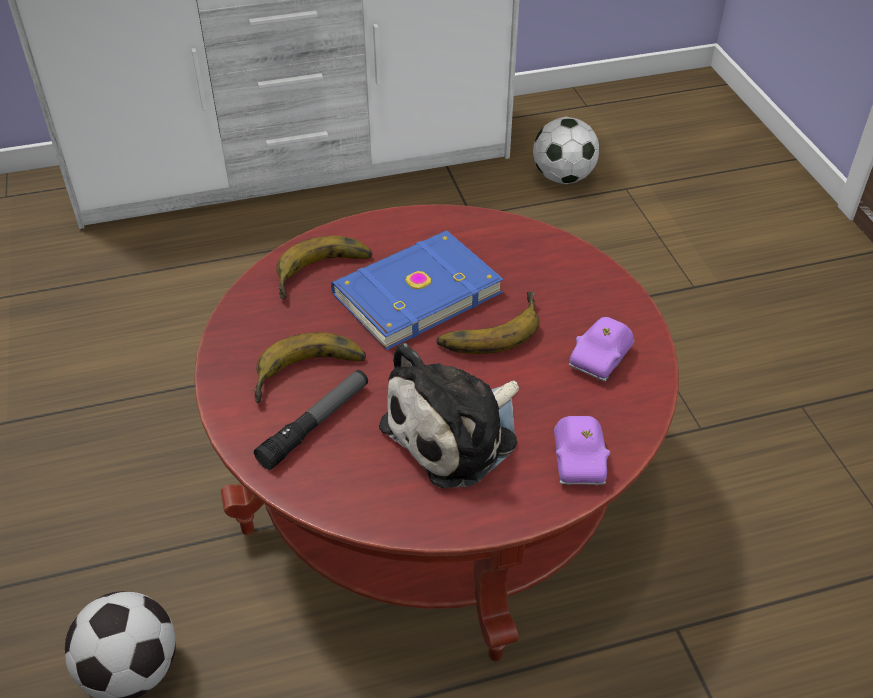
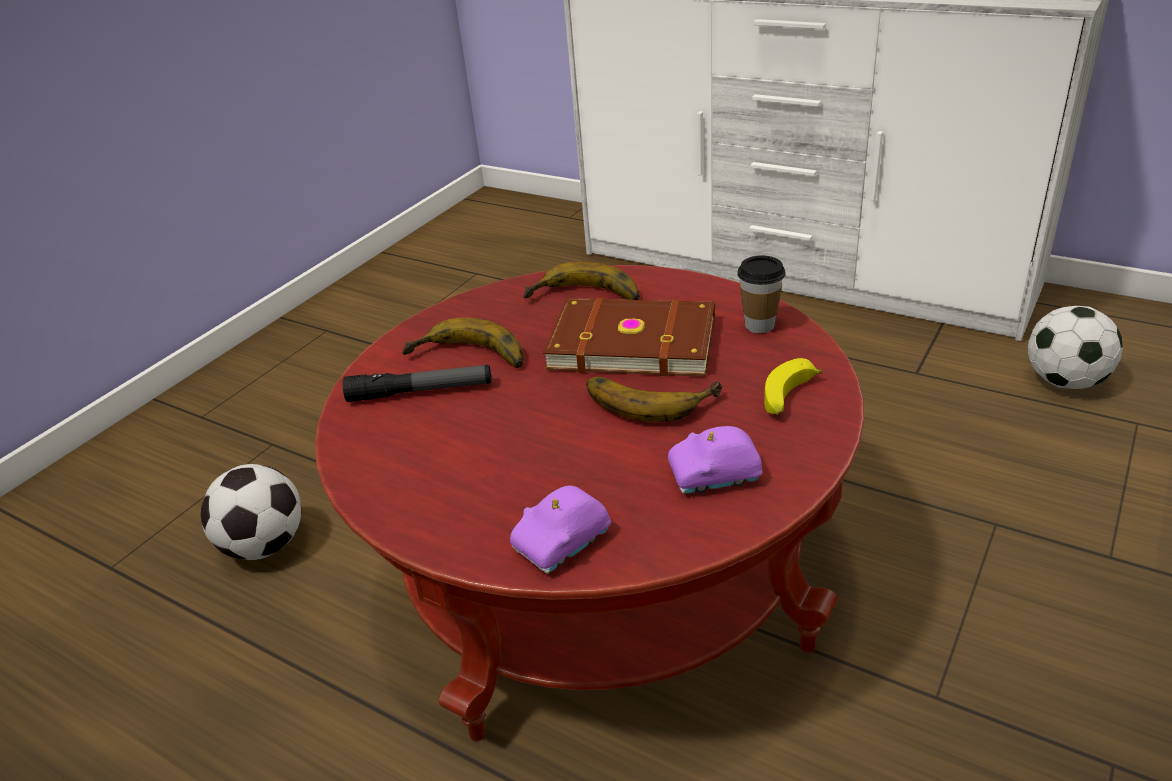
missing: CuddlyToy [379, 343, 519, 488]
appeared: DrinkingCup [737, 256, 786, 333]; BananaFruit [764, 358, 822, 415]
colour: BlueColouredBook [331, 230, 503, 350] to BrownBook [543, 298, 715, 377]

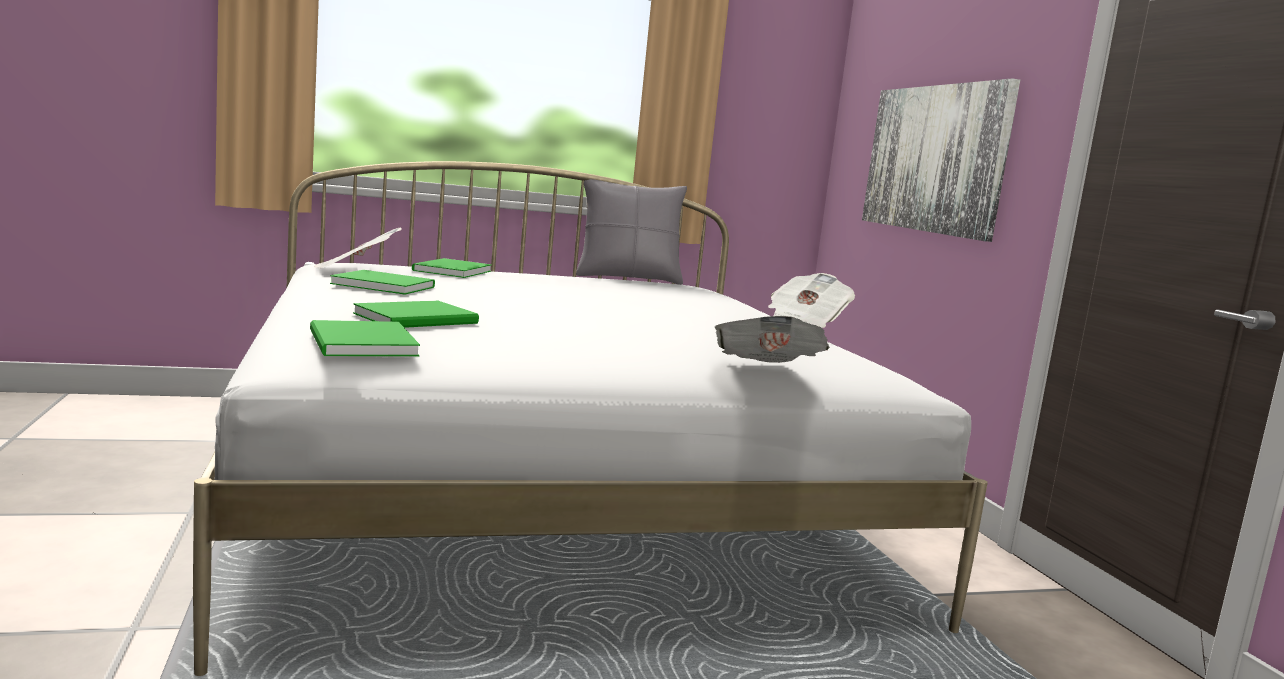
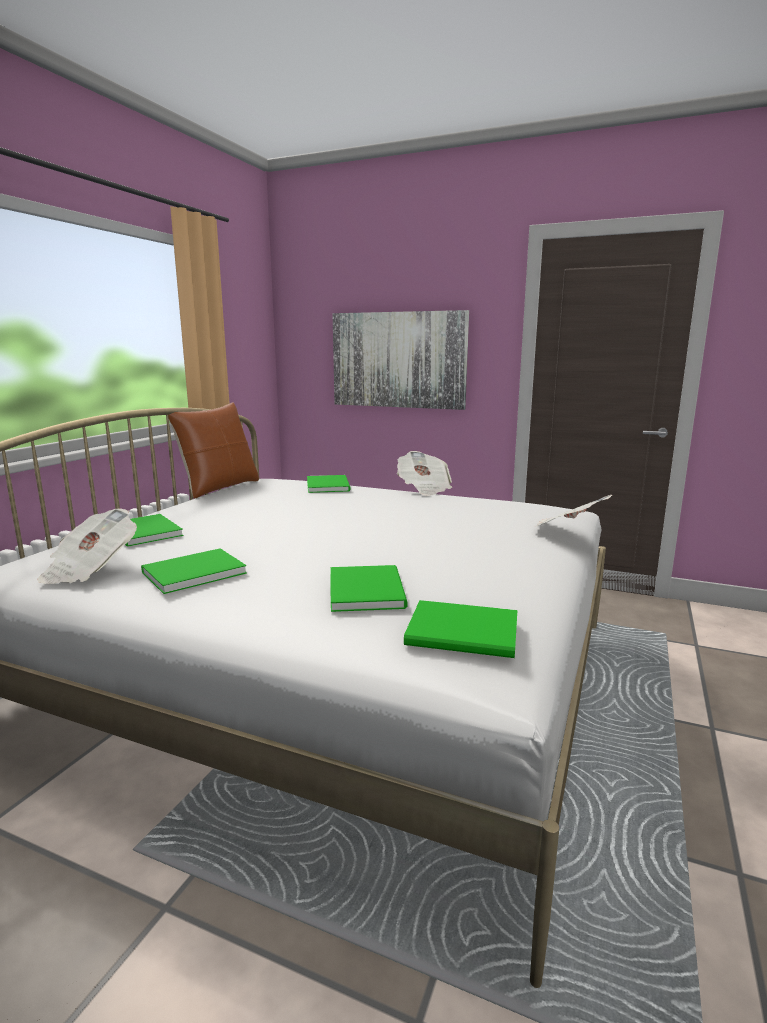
appeared: GreenishBook [307, 475, 350, 493]
colour: GreyishPillow [576, 179, 687, 285] to BrownPillow [168, 403, 259, 498]

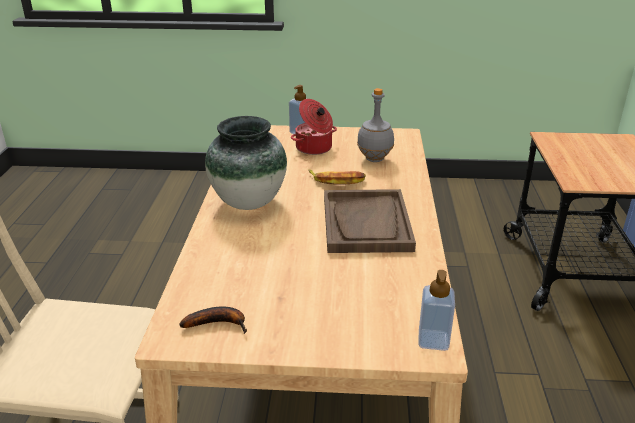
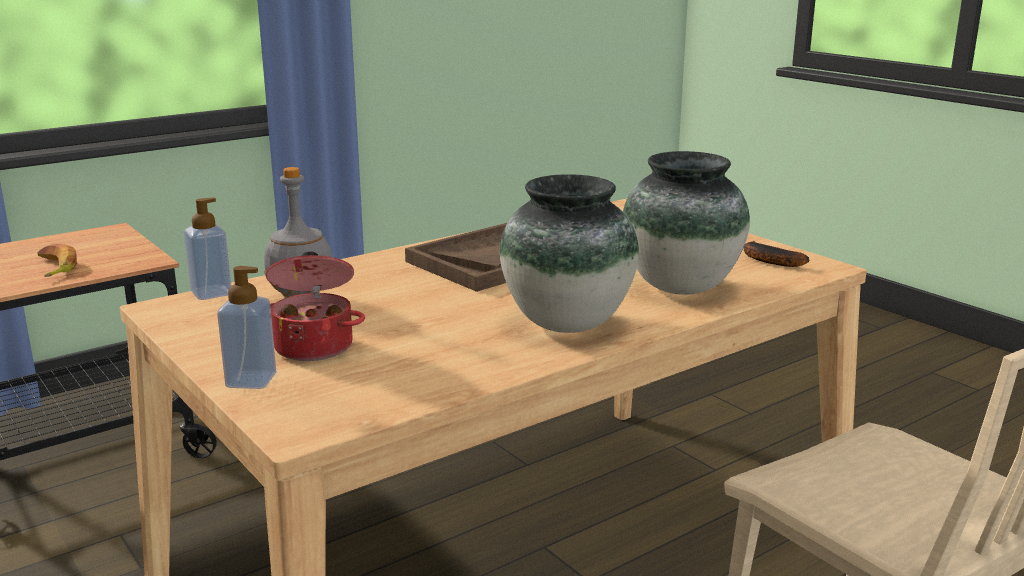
appeared: FlowerVase [623, 151, 750, 295]
relocated: BananaFruit [308, 169, 366, 185] to [37, 244, 77, 277]; SoapDispenser [418, 270, 455, 351] to [184, 197, 232, 300]

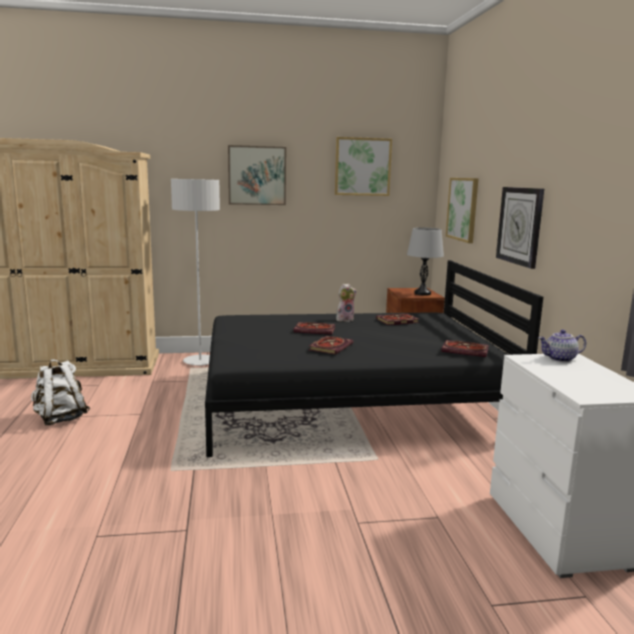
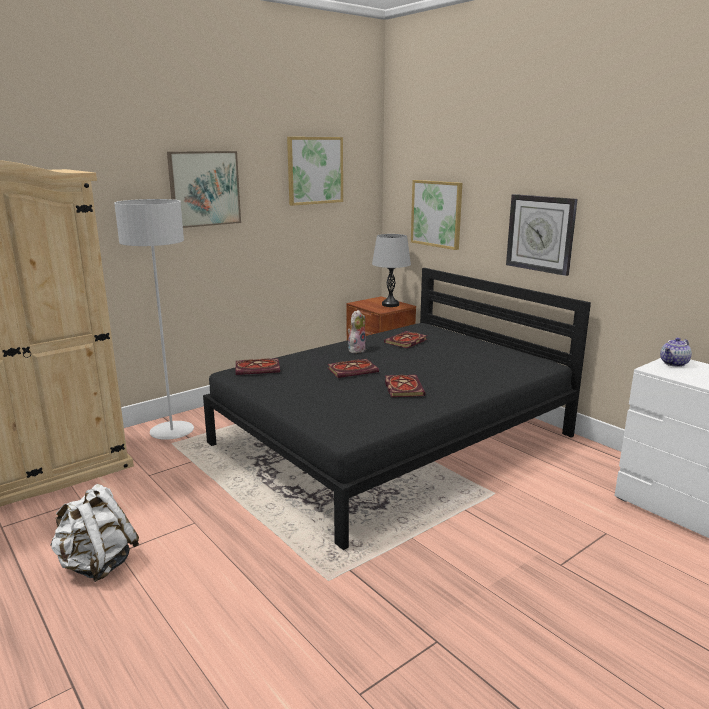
relocated: Book [441, 340, 489, 357] to [236, 358, 280, 375]

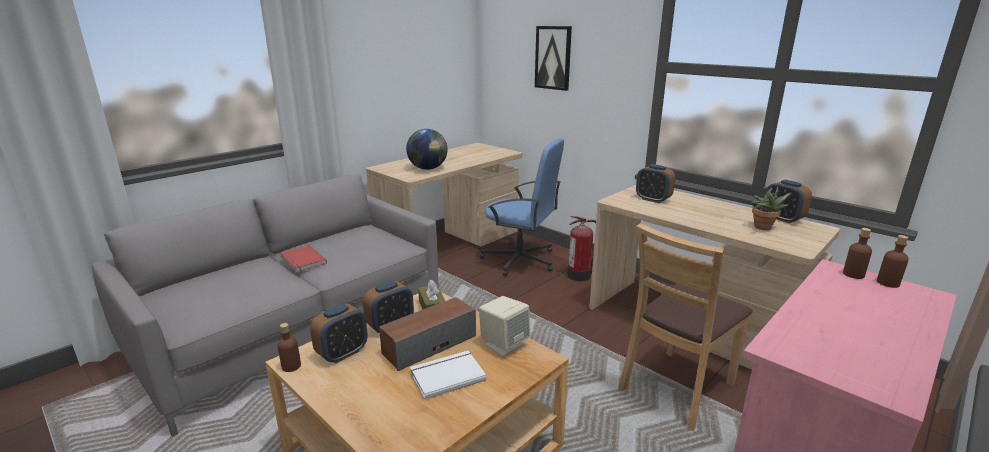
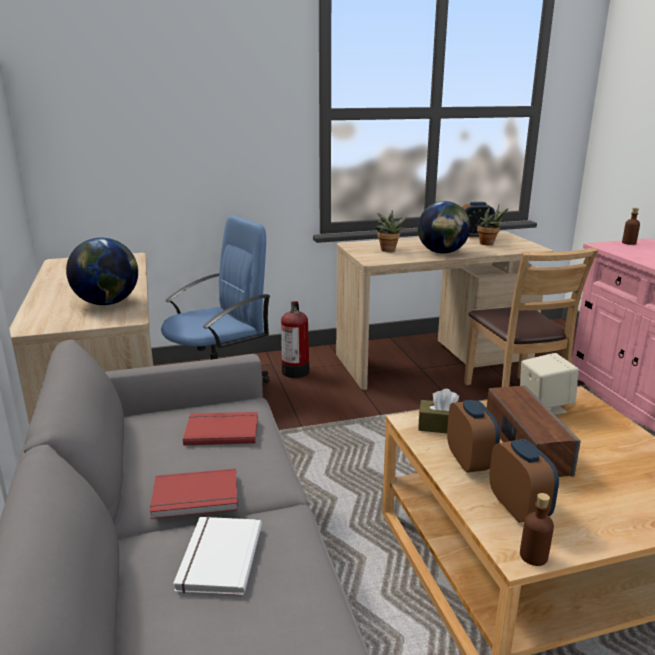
missing: WallArt [535, 26, 572, 91]; BrownBeverageBottle [843, 228, 872, 279]
appeared: RedBook [183, 412, 258, 445]; Globe [418, 201, 471, 254]
relocated: WhitishBook [410, 351, 487, 399] to [173, 517, 262, 596]
exchanged: AlarmClock [636, 164, 675, 203] to PlantInAPot [375, 210, 407, 252]

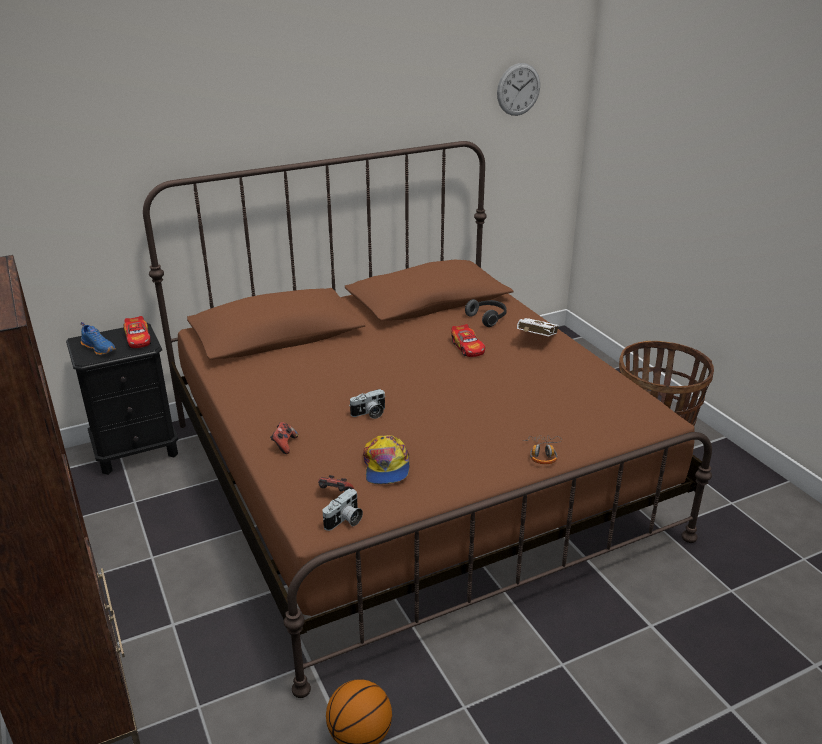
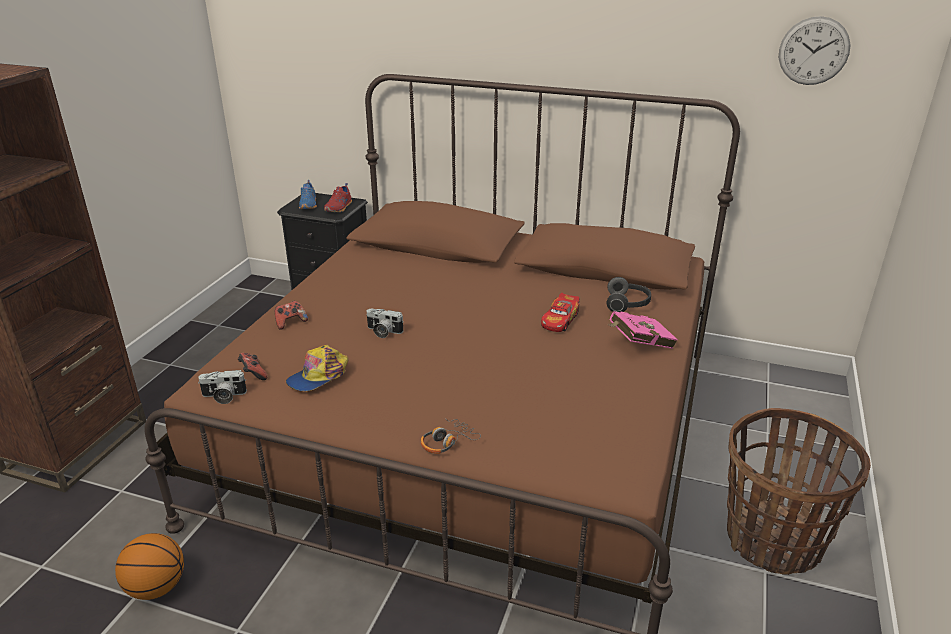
exchanged: ToyCar [124, 316, 151, 348] to RedLowShoe [324, 183, 352, 213]
colour: WhitishBook [517, 318, 559, 336] to PinkishBook [609, 311, 678, 349]

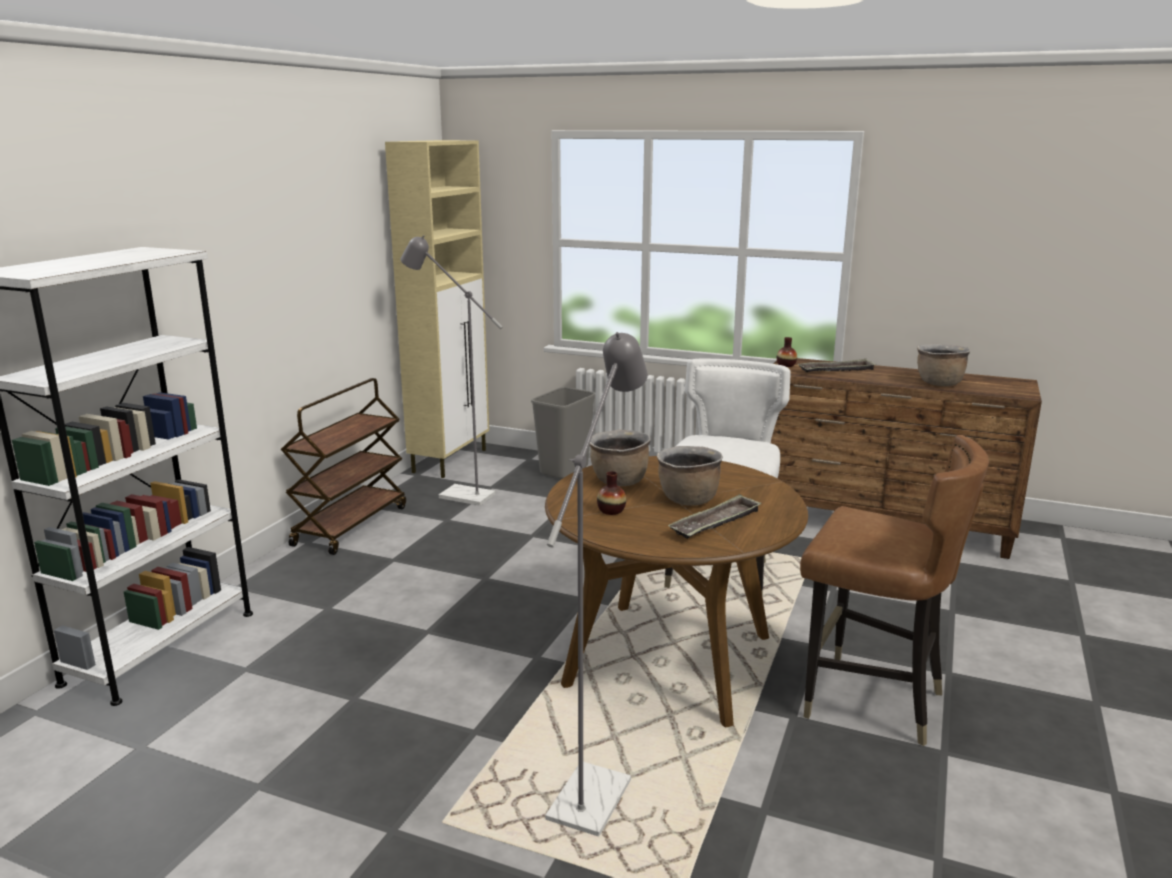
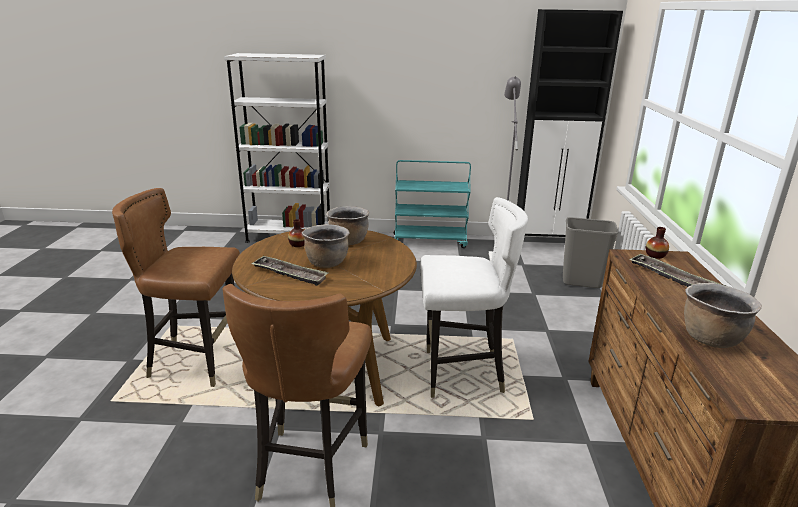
exchanged: GreyishStandingLamp [545, 332, 648, 836] to BrownPlainChair [112, 188, 240, 387]
colour: BrownCart [281, 378, 406, 555] to TurquoiseColouredCart [394, 160, 471, 248]; BeigeCupboard [385, 140, 489, 478] to BlackishCupboard [517, 9, 623, 237]

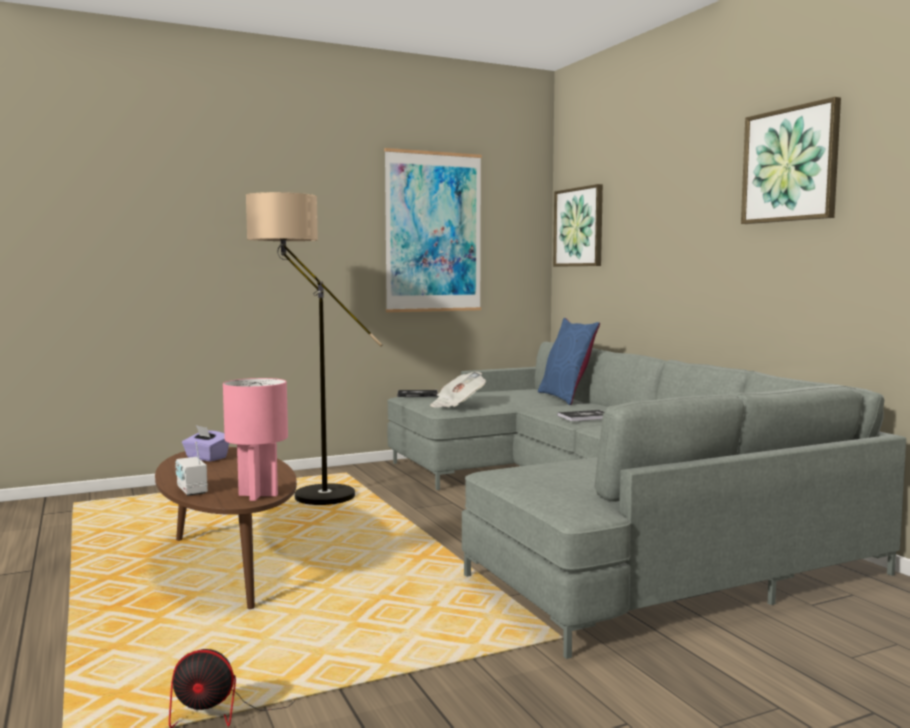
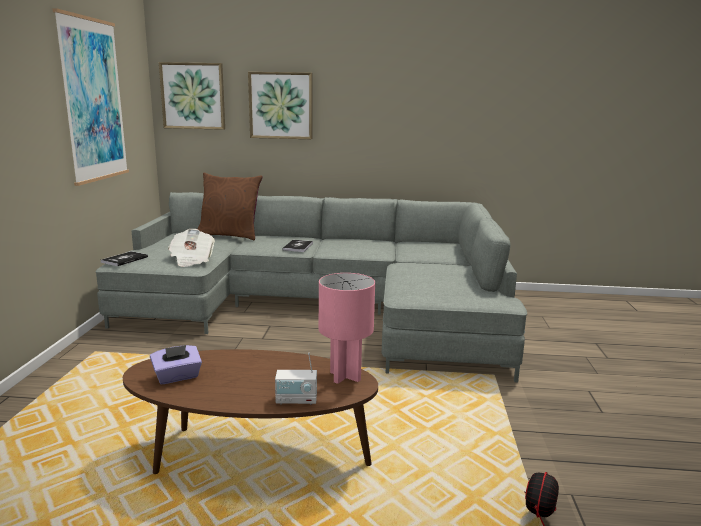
missing: StandingLamp [246, 192, 382, 505]
relocated: WallArt [741, 97, 841, 224] to [248, 72, 313, 139]
colour: BlueColouredPillow [538, 318, 600, 405] to BrownPillow [197, 173, 263, 240]

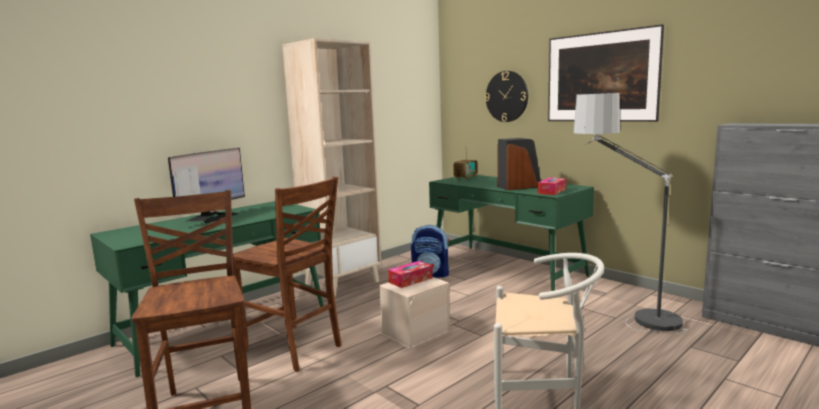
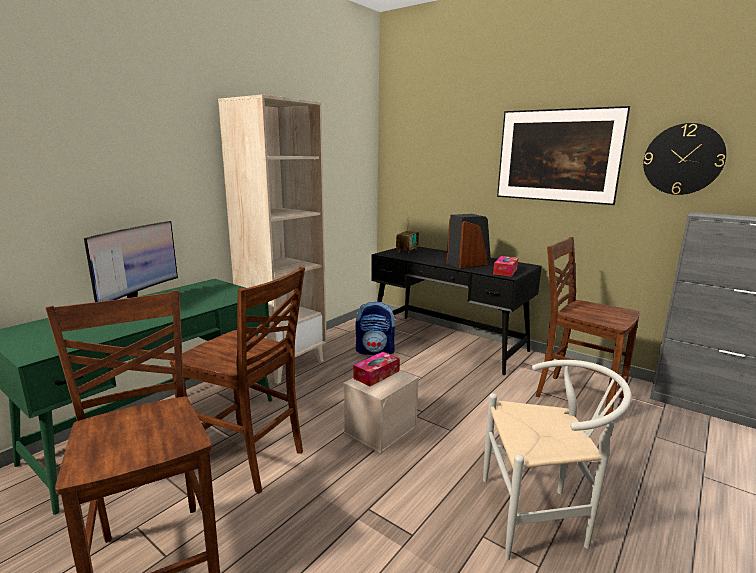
relocated: ClockOnTheWall [485, 71, 528, 122] to [643, 123, 726, 195]
exchanged: StandingLamp [573, 93, 687, 333] to BrownPlainChair [536, 237, 640, 416]
colour: GreenishDesk [429, 175, 594, 291] to BlackishDesk [371, 247, 542, 375]

